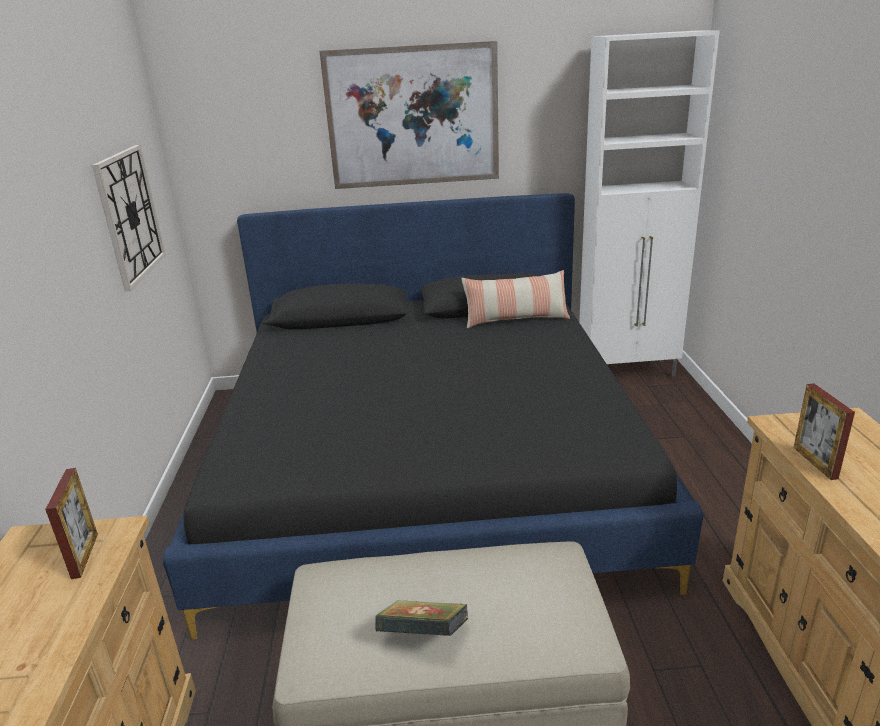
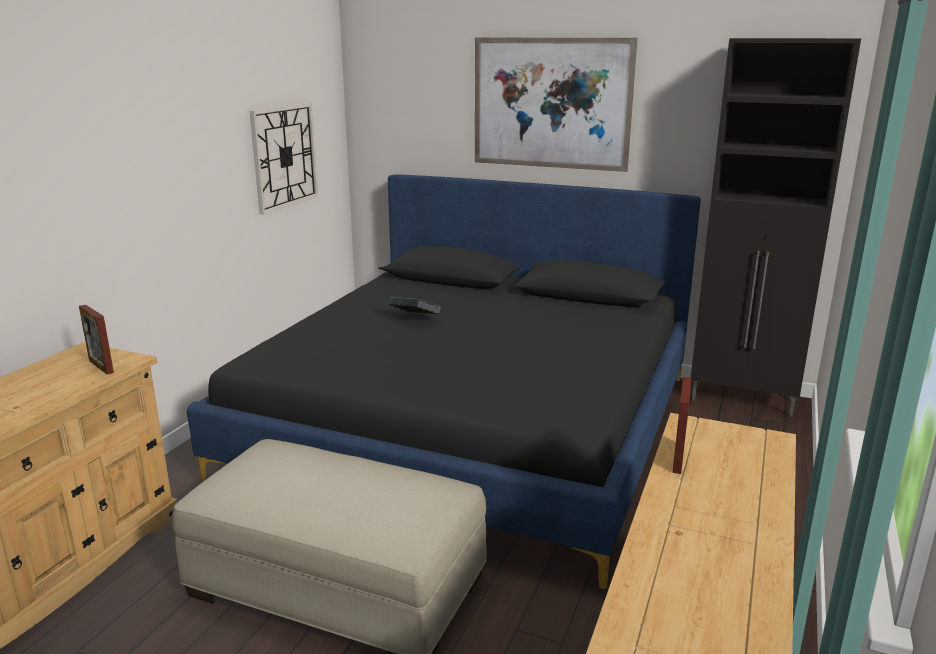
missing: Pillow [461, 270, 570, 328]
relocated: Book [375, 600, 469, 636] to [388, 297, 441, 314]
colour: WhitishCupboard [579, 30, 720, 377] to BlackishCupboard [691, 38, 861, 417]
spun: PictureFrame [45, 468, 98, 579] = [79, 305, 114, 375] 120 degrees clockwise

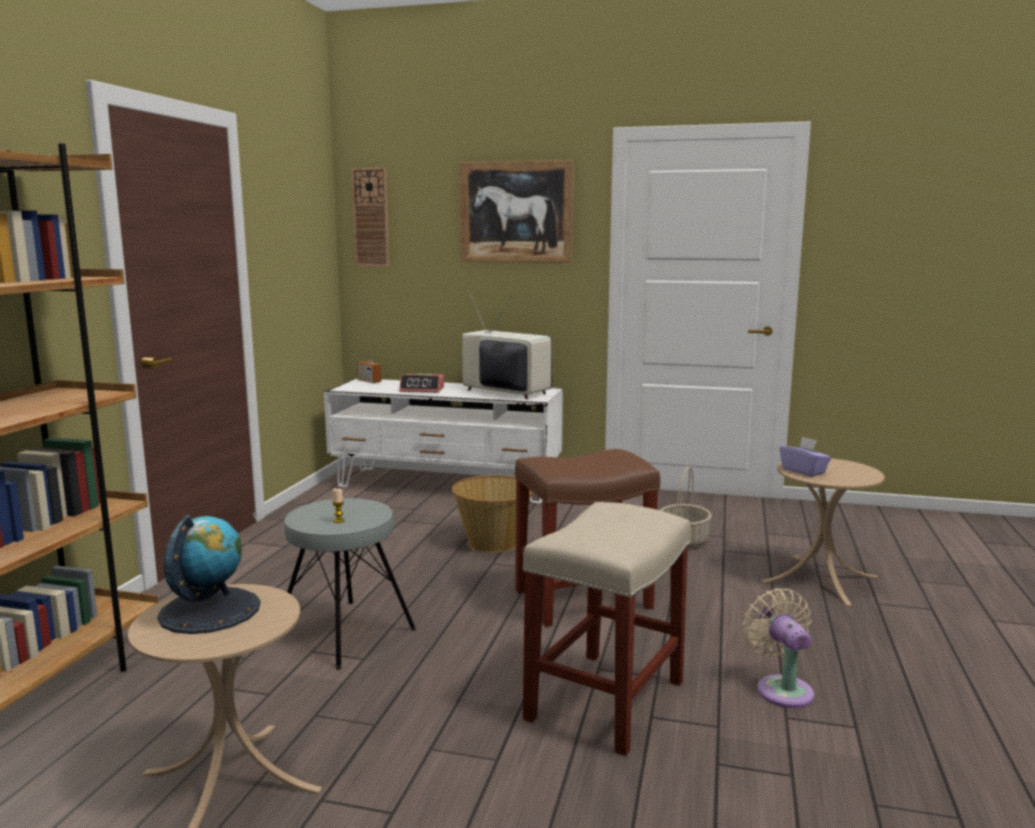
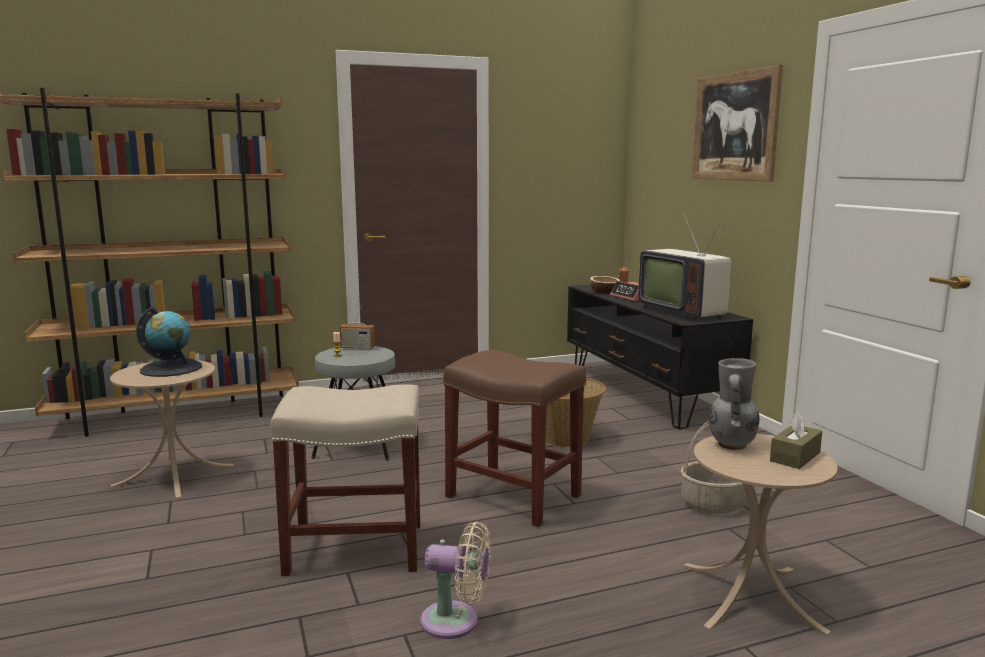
missing: ClockOnTheWall [351, 168, 389, 267]
appeared: RadioSet [340, 300, 375, 349]; ServingBowl [590, 276, 620, 294]; BrownTissueBox [770, 411, 822, 469]
exchanged: PurplishTissueBox [780, 436, 831, 477] to GreyishFlowerVase [709, 358, 759, 450]
colour: WhitishTvUnit [324, 379, 563, 503] to BlackishTvUnit [567, 285, 753, 429]
spun: TvSet [462, 289, 553, 399] = [638, 212, 731, 322] 150 degrees clockwise; BeigeCoolingFan [743, 588, 814, 708] = [420, 522, 491, 639] 60 degrees clockwise

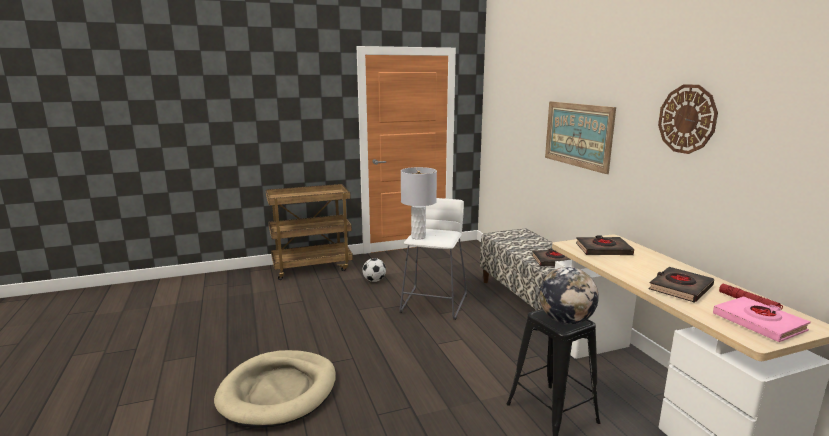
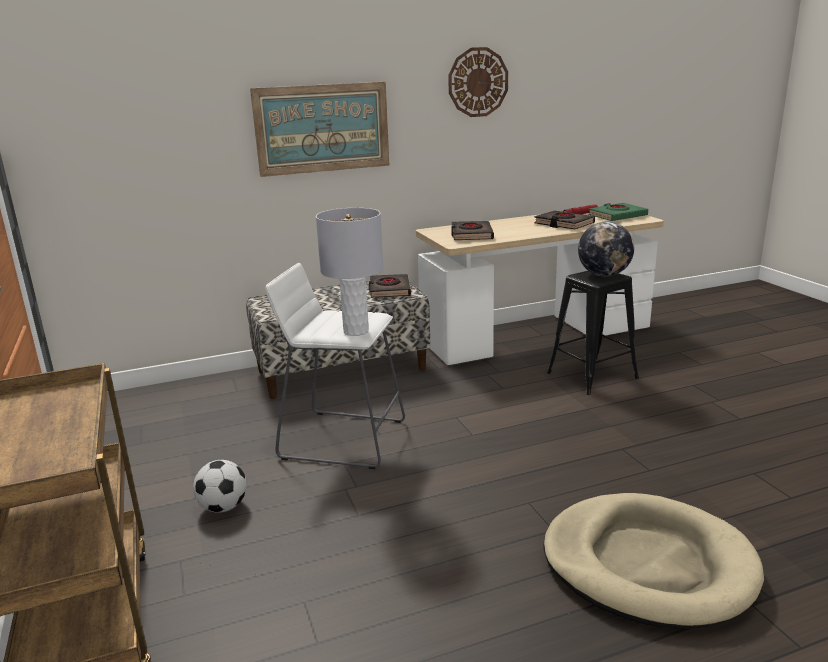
colour: PinkishBook [713, 296, 811, 342] to GreenishBook [588, 203, 648, 221]

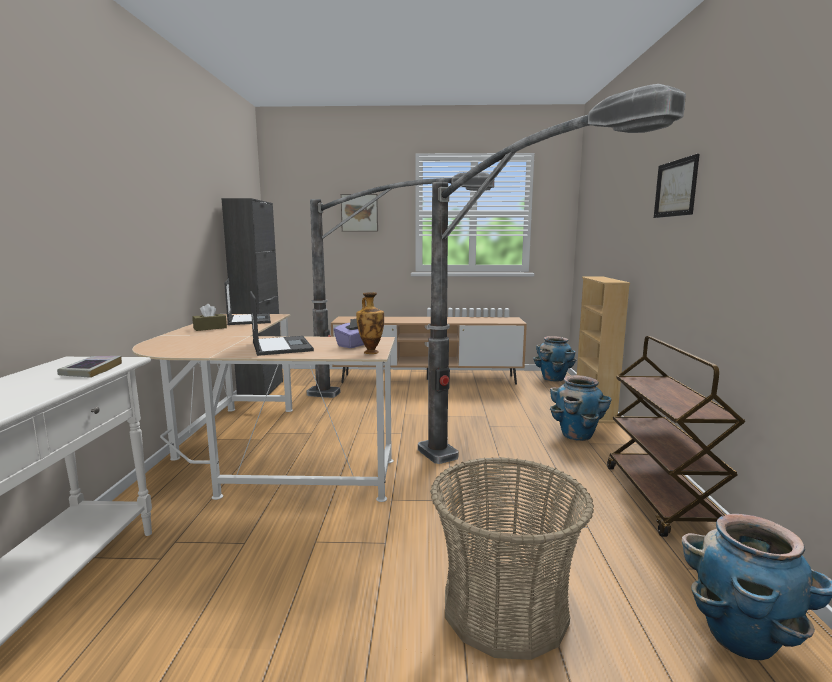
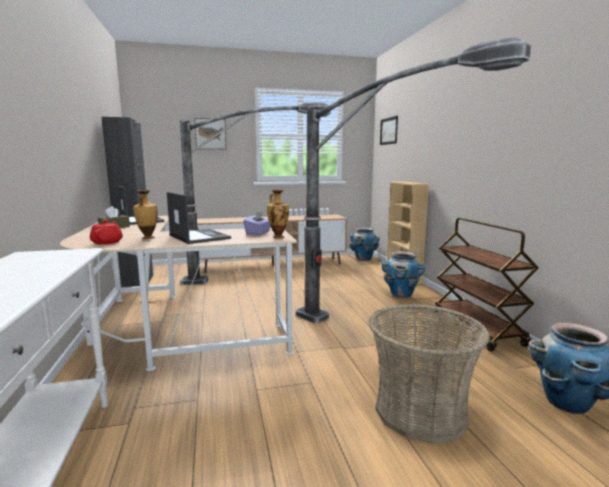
missing: Book [57, 356, 122, 378]
appeared: RedPotForTea [90, 220, 123, 245]; FlowerVase [133, 190, 158, 239]
relocated: WallArt [654, 154, 700, 218] to [380, 116, 398, 145]

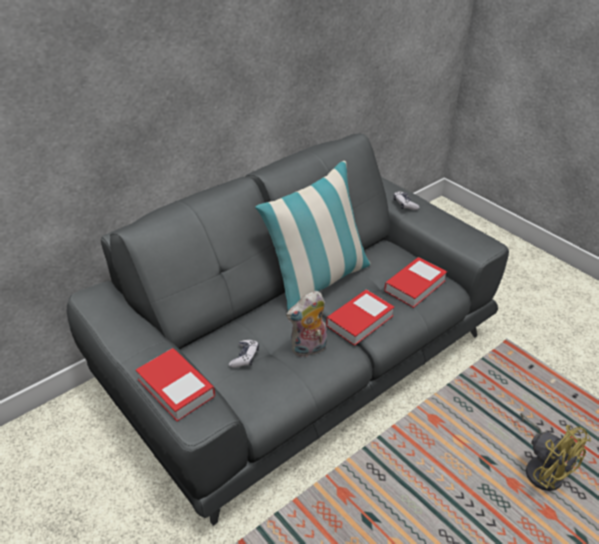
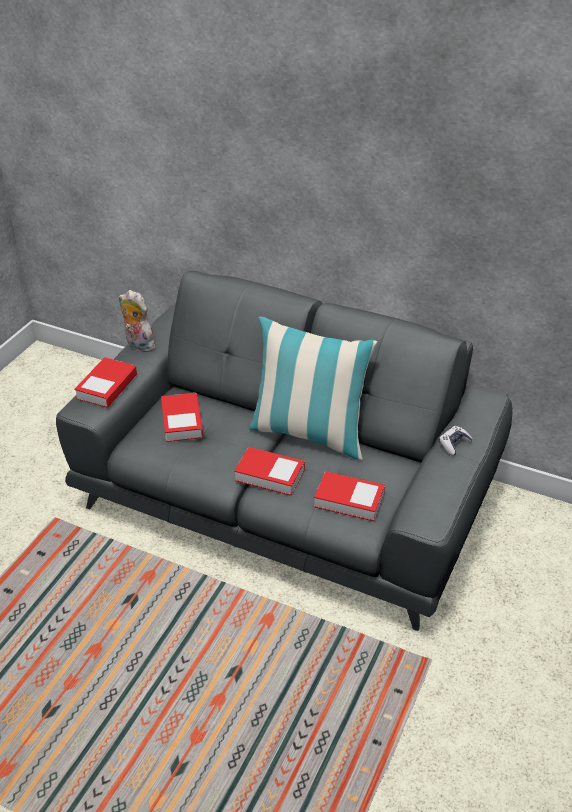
missing: YellowColouredCoolingFan [520, 413, 591, 491]
relocated: CuddlyToy [286, 291, 327, 357] to [119, 290, 155, 352]
exchanged: Gamepad [229, 340, 259, 368] to Book [161, 393, 203, 442]

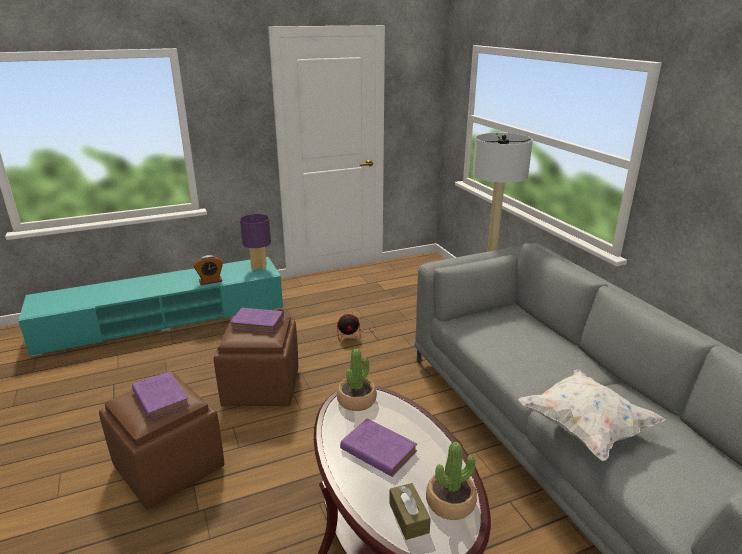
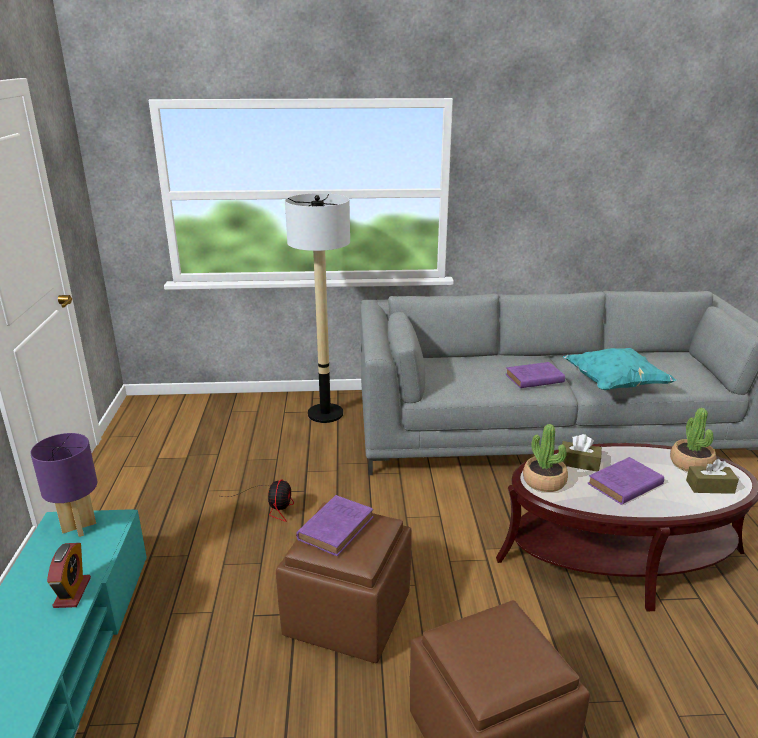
appeared: BrownTissueBox [562, 434, 602, 471]
relocated: PurplishBook [132, 371, 189, 420] to [506, 362, 565, 388]
colour: WhitishPillow [518, 370, 666, 461] to TurquoiseColouredPillow [563, 348, 677, 390]

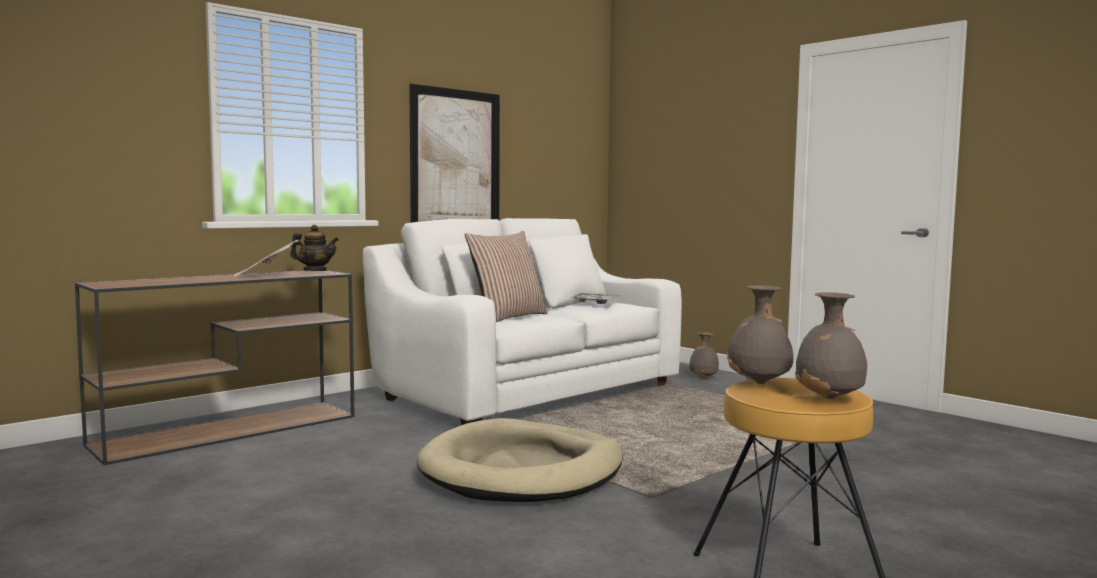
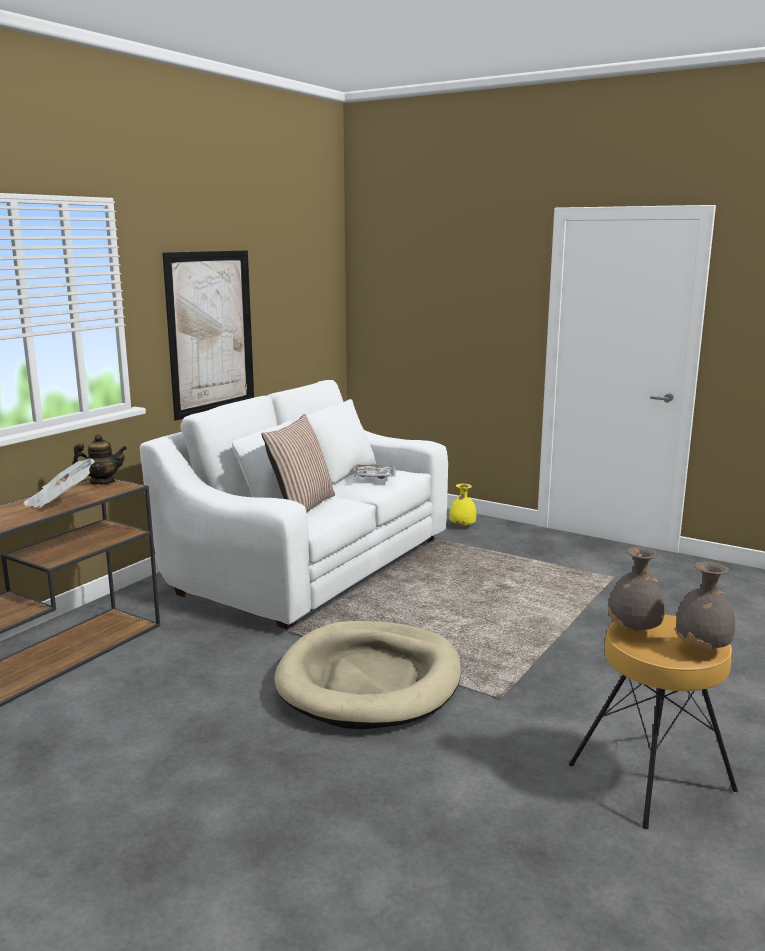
colour: GreyishFlowerVase [690, 332, 719, 379] to YellowColouredFlowerVase [449, 484, 476, 527]

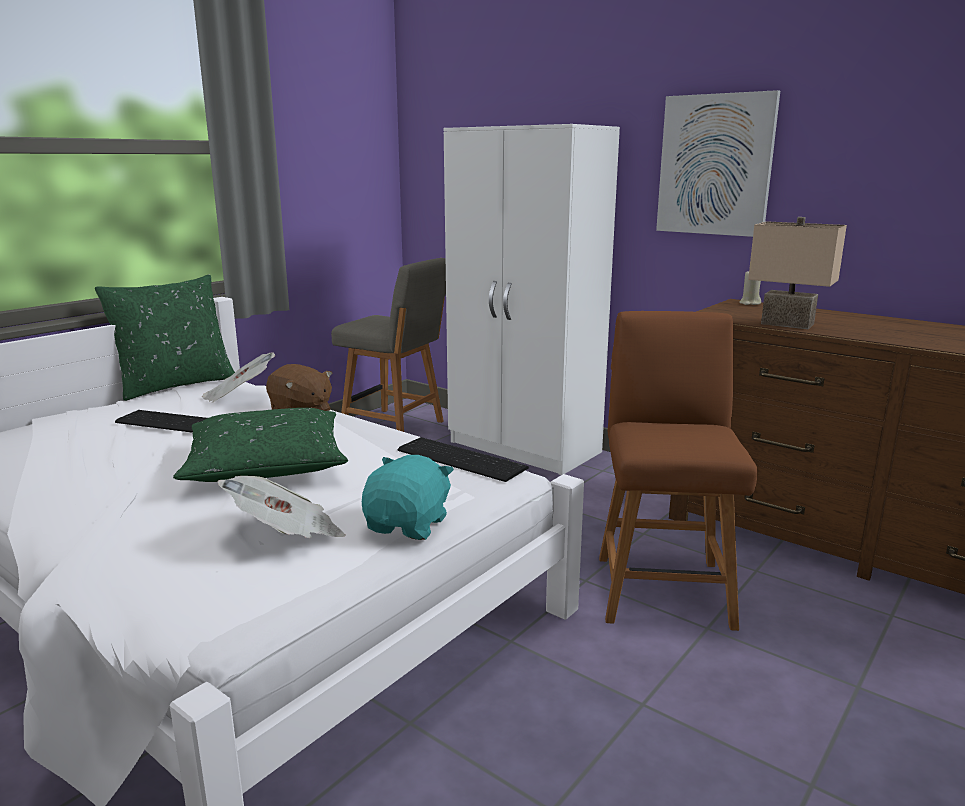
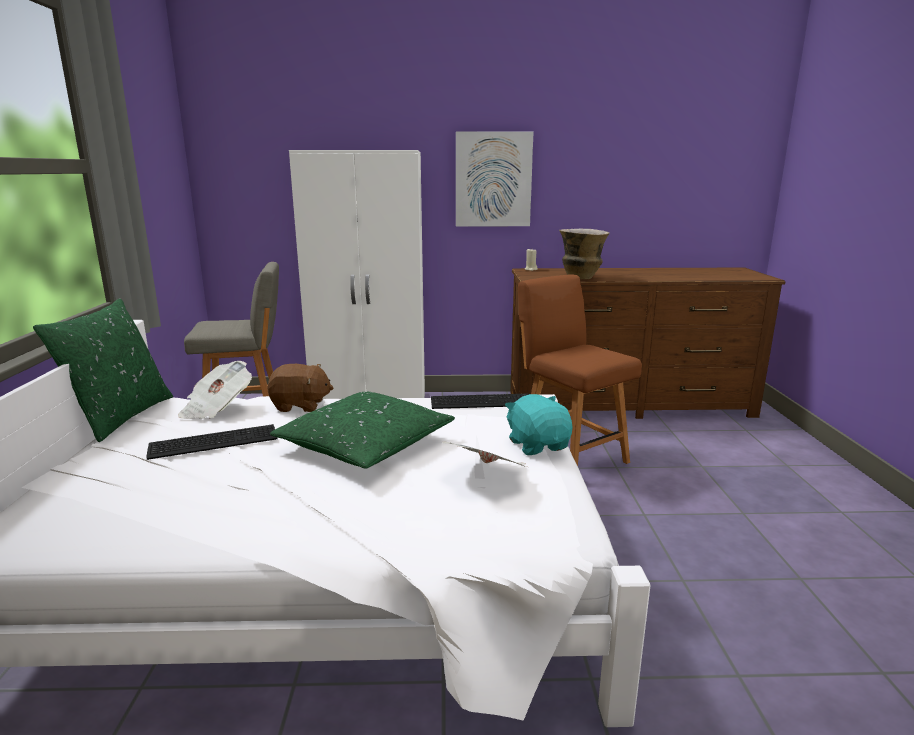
exchanged: BeigeTabletopLamp [748, 217, 847, 329] to FlowerVase [559, 229, 610, 279]

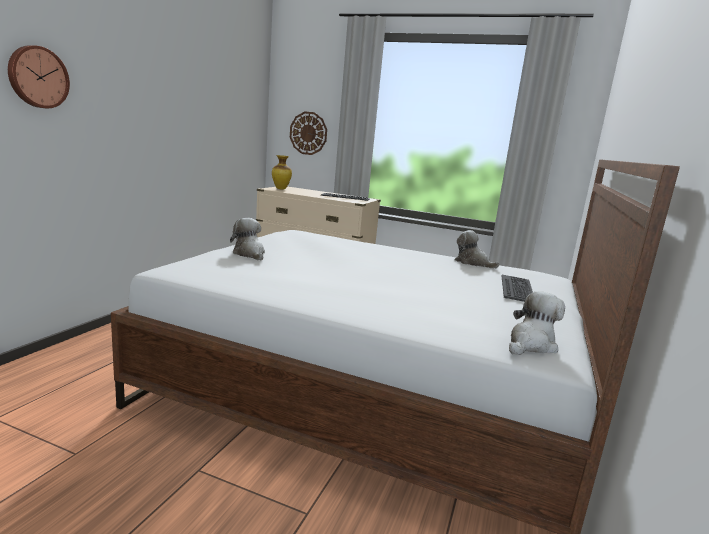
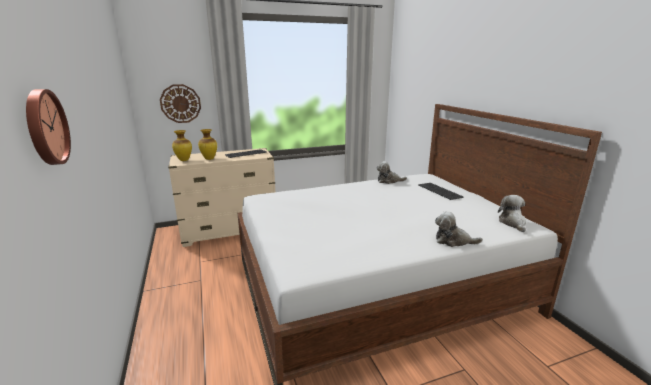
appeared: FlowerVase [198, 129, 217, 160]
relocated: CuddlyToy [230, 218, 265, 260] to [435, 211, 483, 247]

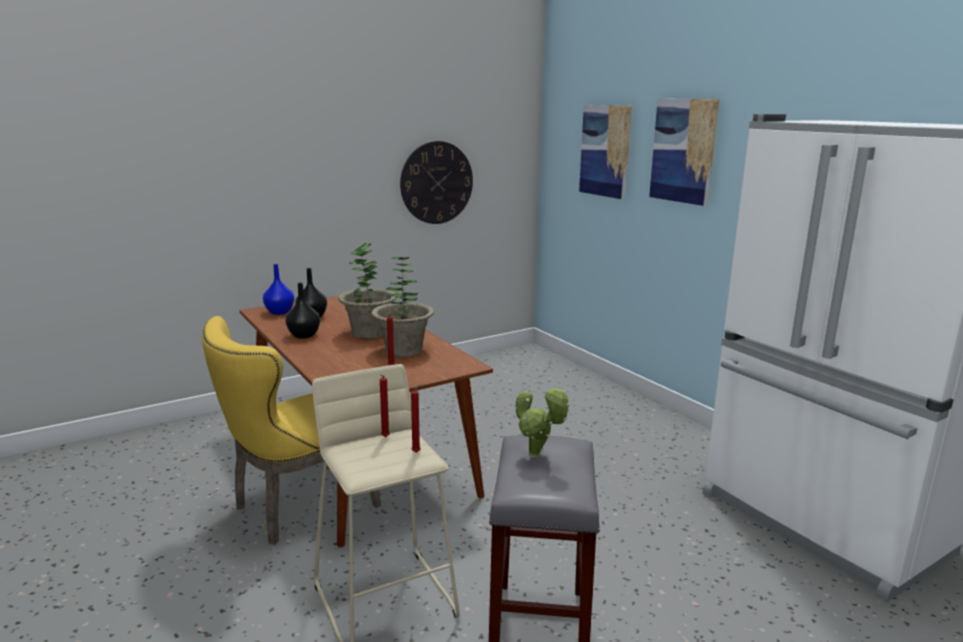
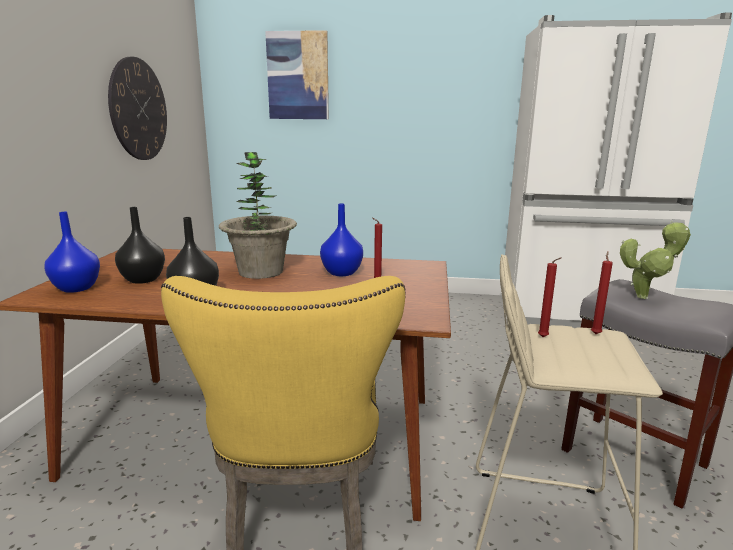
missing: WallArt [649, 99, 720, 206]
exchanged: PlantInAPot [371, 257, 434, 357] to BlueColouredFlowerVase [320, 203, 363, 276]

